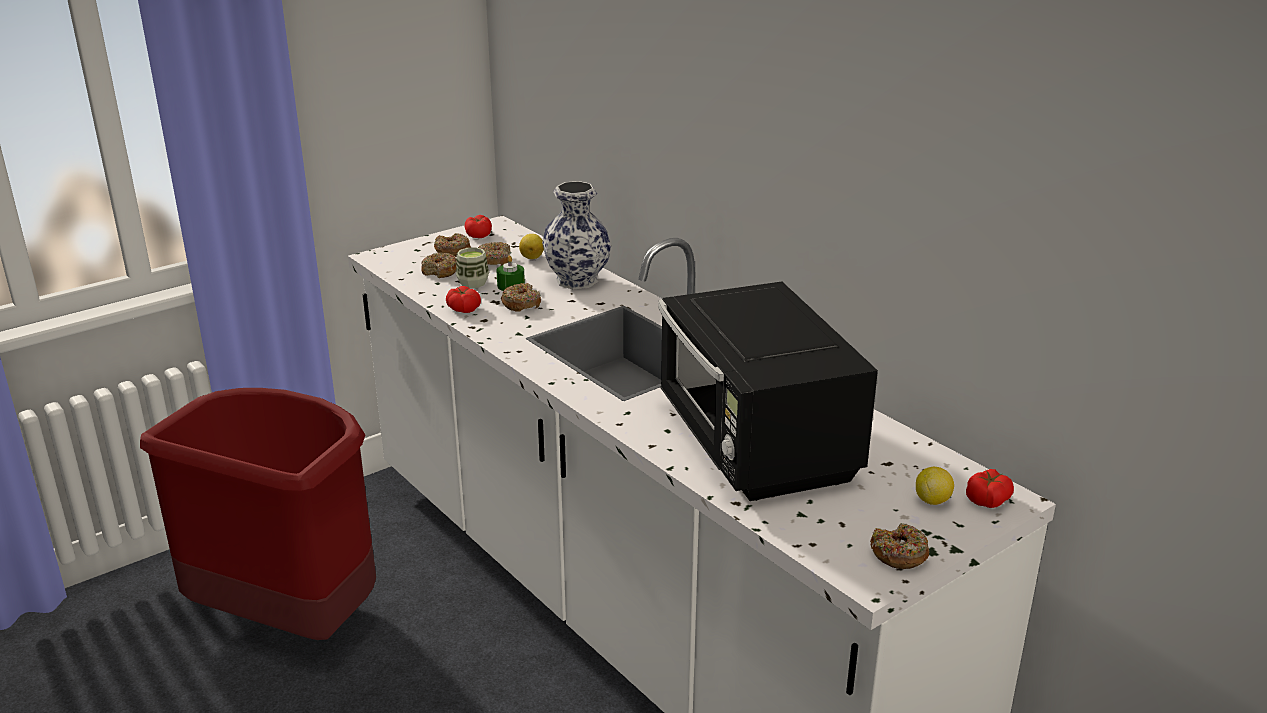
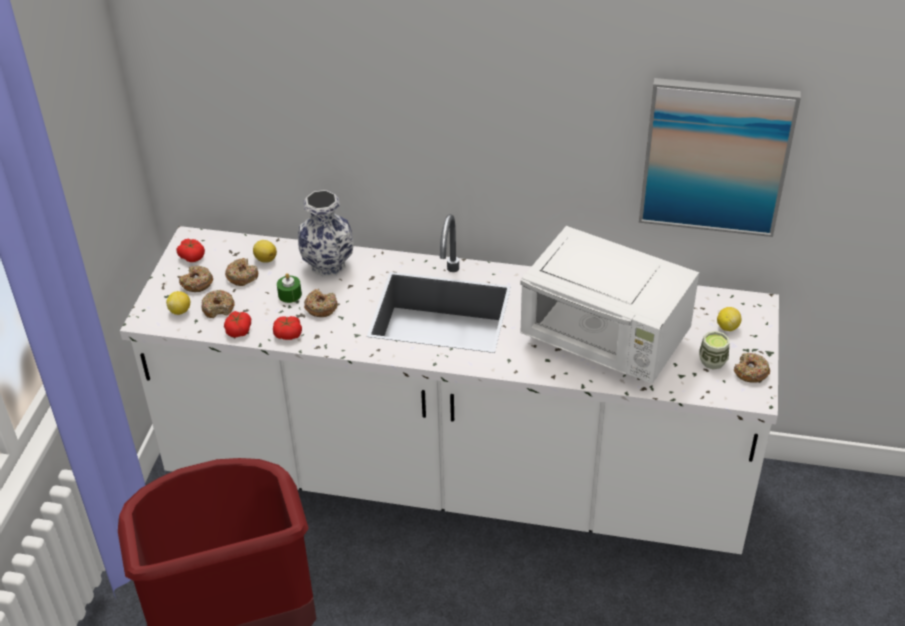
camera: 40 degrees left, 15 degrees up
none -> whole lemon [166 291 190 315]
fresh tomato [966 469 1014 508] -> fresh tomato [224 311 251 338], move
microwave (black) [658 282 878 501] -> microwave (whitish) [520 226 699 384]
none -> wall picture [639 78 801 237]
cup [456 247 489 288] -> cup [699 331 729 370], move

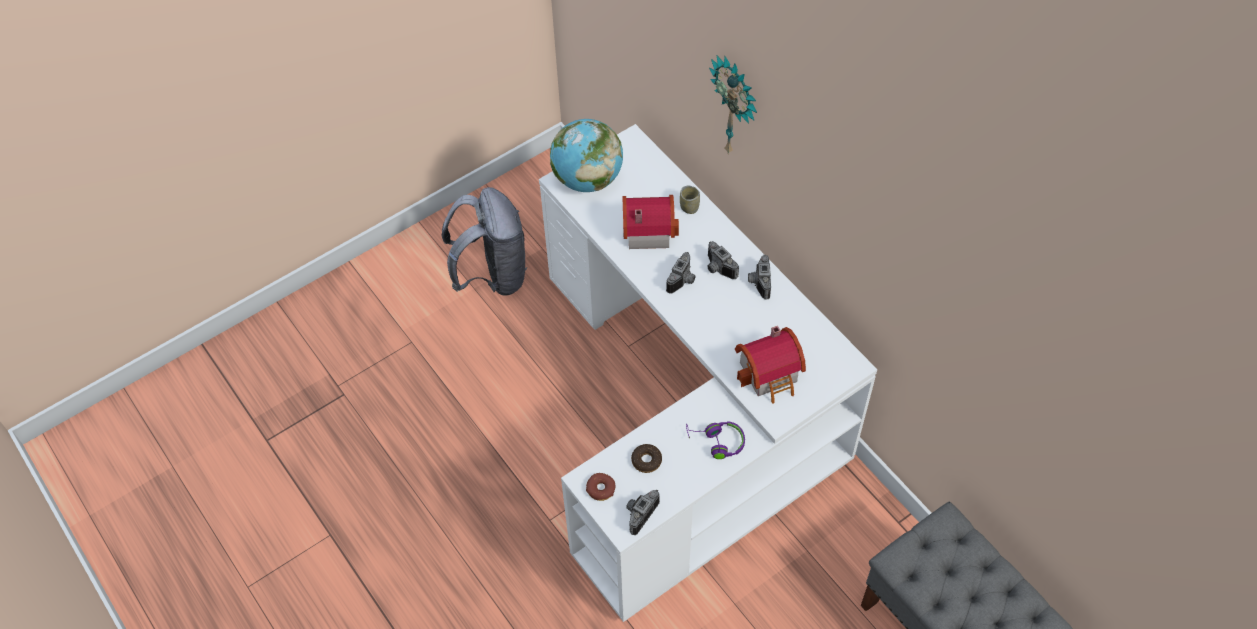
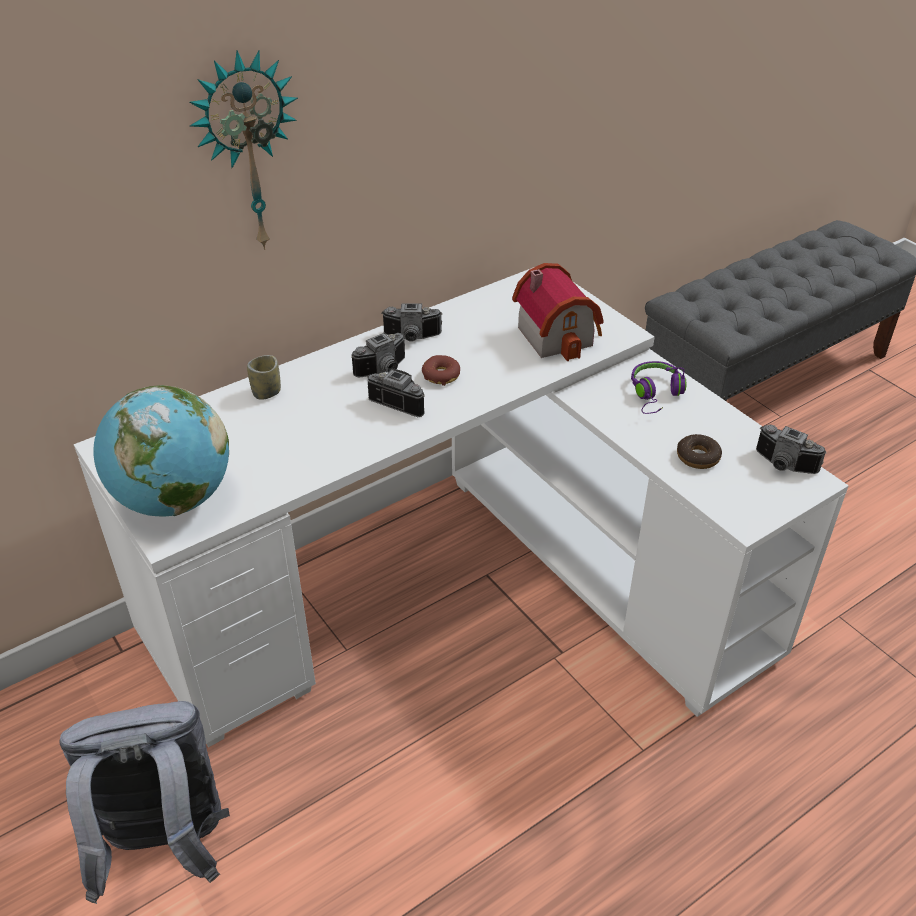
camera: 90 degrees left, 15 degrees down
donut [586 473 615 501] -> donut [422 355 460 386], move
model house [622 195 679 249] -> none

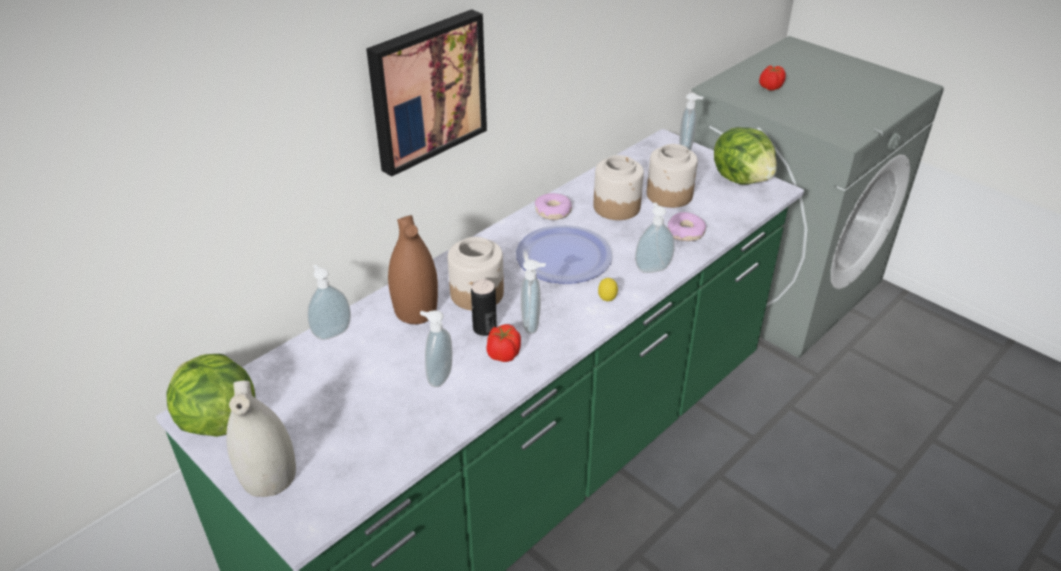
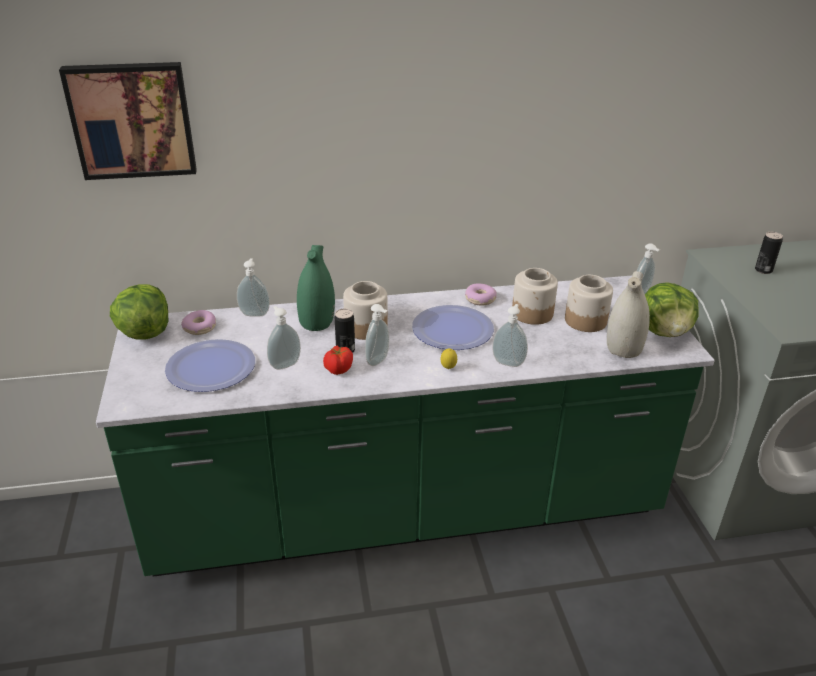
camera: 35 degrees right, 5 degrees down
wall picture [366 9 487 177] -> wall picture [59 62 197 180], move
none -> plate [165 339 255 392]
donut [668 212 706 241] -> donut [181 310 216 335], move
vase (brownish) [388 215 438 324] -> vase (greenish) [297 245 335 331]
vase (whitish) [226 381 296 497] -> vase (whitish) [607 271 650 358], move
fresh tomato [759 65 786 91] -> metal can [755 232 783 274]

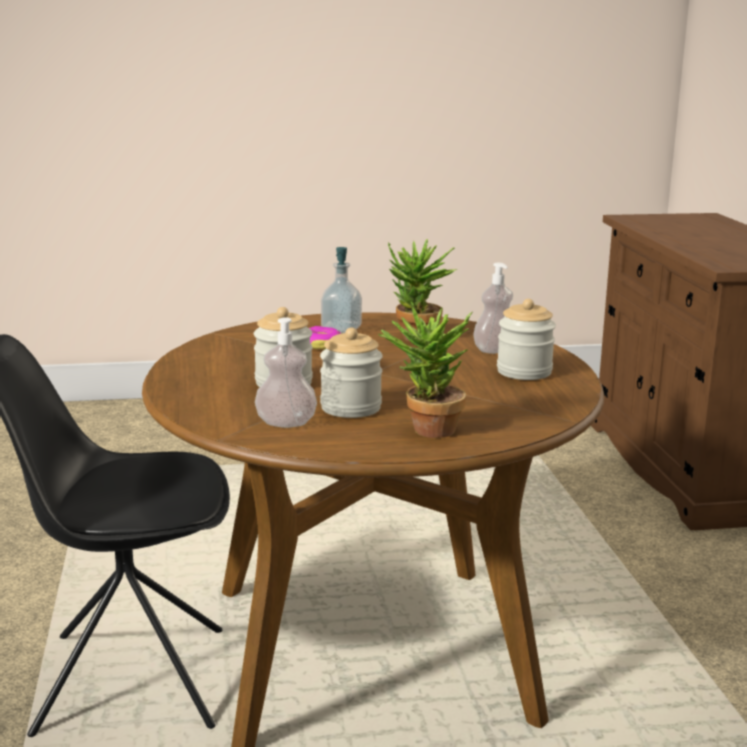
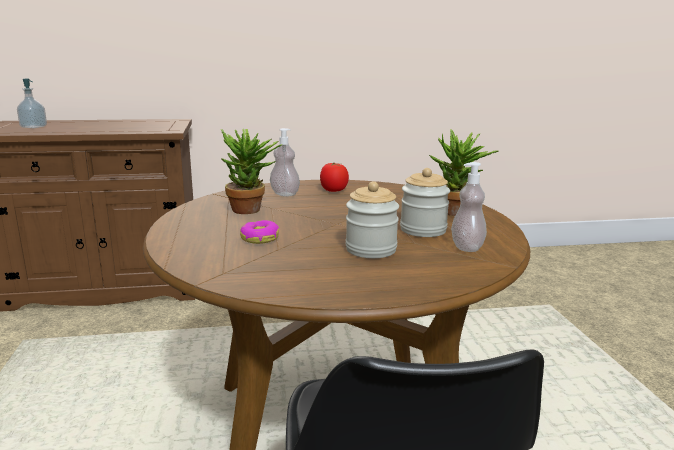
camera: 90 degrees left, 0 degrees up
liquid soap bottle [321 247 362 334] -> liquid soap bottle [17 79 47 128], move
jar [497 299 556 380] -> fresh tomato [320 163 349 192]

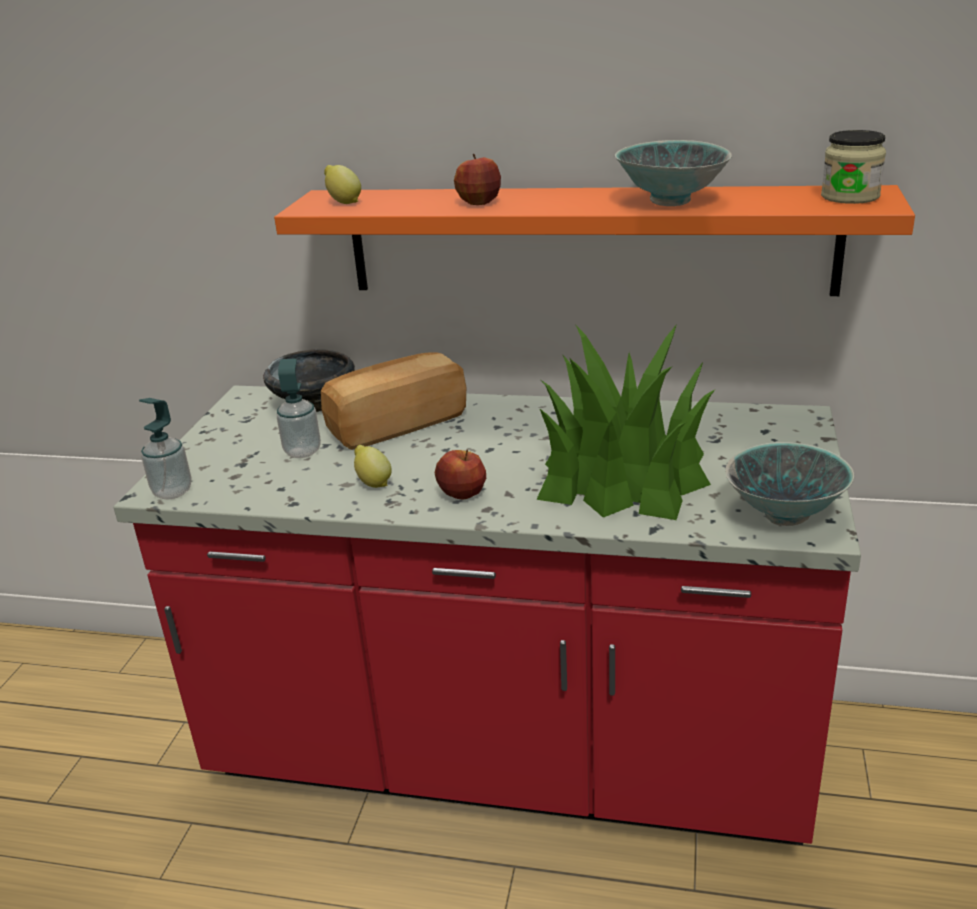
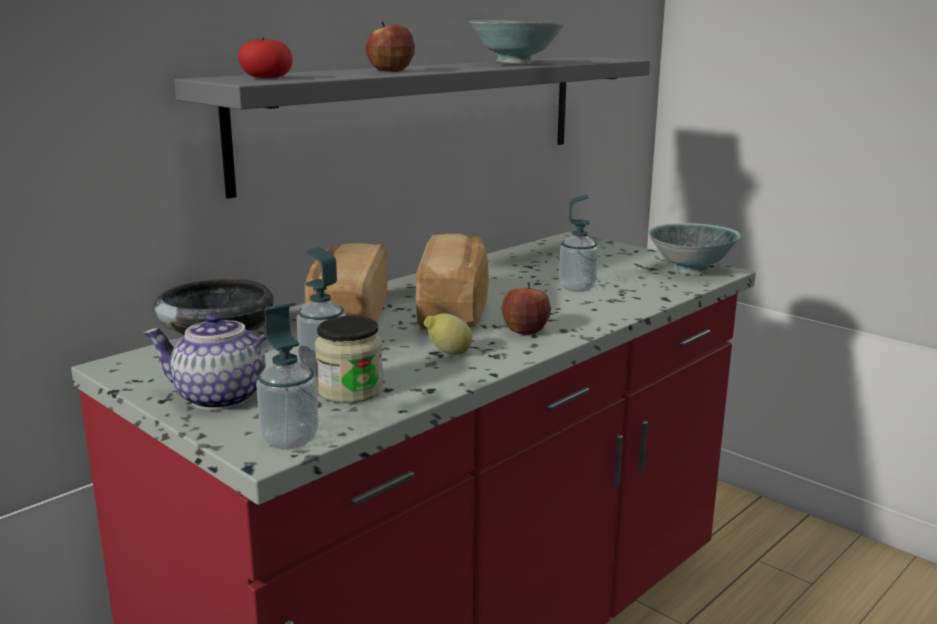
camera: 60 degrees left, 10 degrees down
none -> teapot [143 312 267 410]
shelf (orange-coloured) [274 185 915 296] -> shelf (gray) [174 57 650 199]
whole lemon [324 165 361 204] -> fresh tomato [238 38 293 78]
jar [821 130 886 204] -> jar [315 316 383 403], move
none -> bread [416 234 489 329]
plant in a pot [536 324 715 520] -> liquid soap bottle [559 194 598 292]

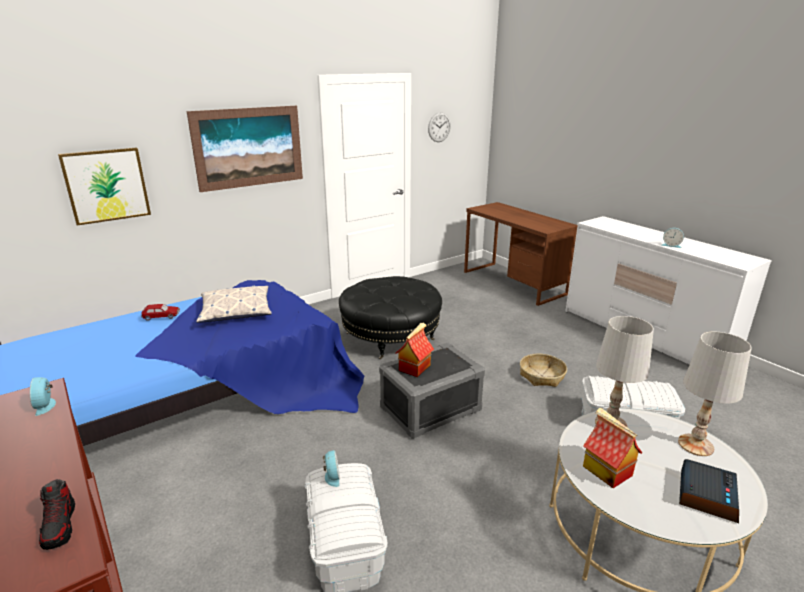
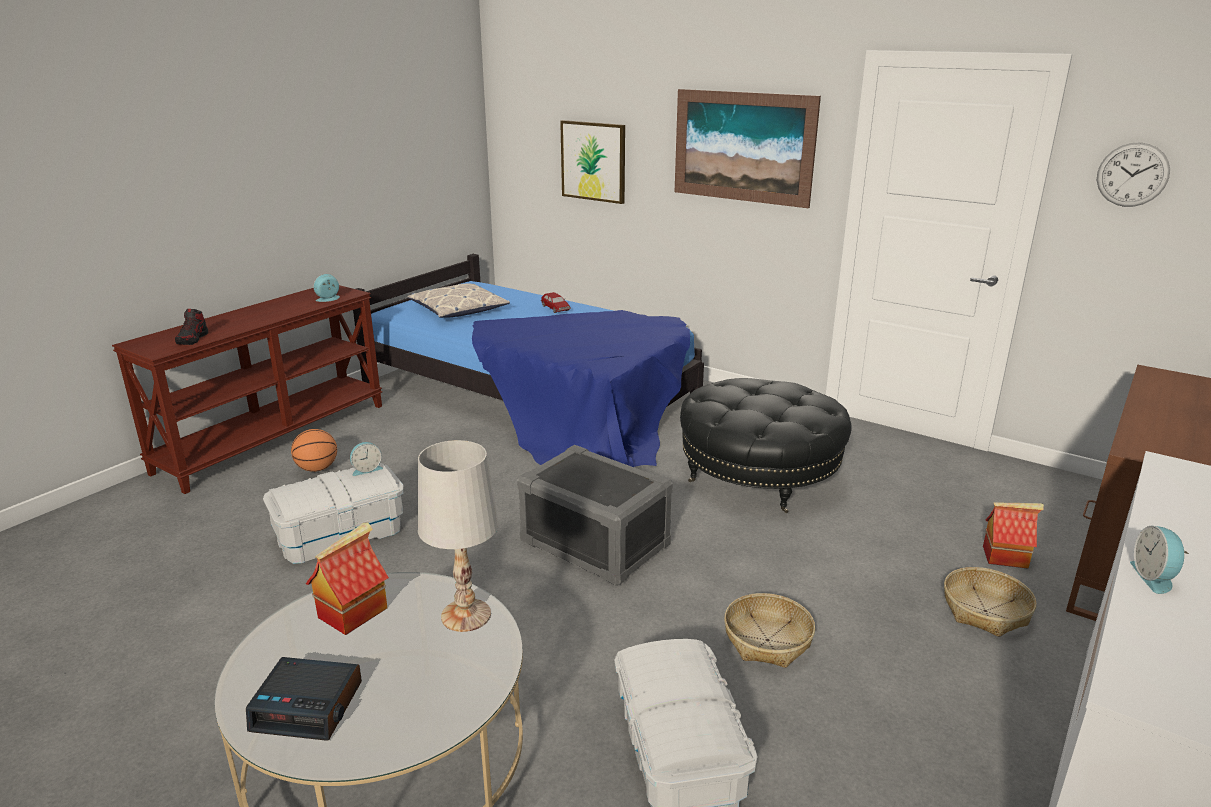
camera: 70 degrees right, 0 degrees up
item of footwear [39 479 75 550] -> item of footwear [175 309 208 345], 45 degrees counterclockwise
none -> basketball ball [291 429 337 472]
cushion [196 286 272 323] -> cushion [408 283 510 318], move
none -> basket [944 567 1037 637]
model house [396 322 434 377] -> model house [983 502 1044 569], move
lamp for a table (whitish) [678 332 752 456] -> none

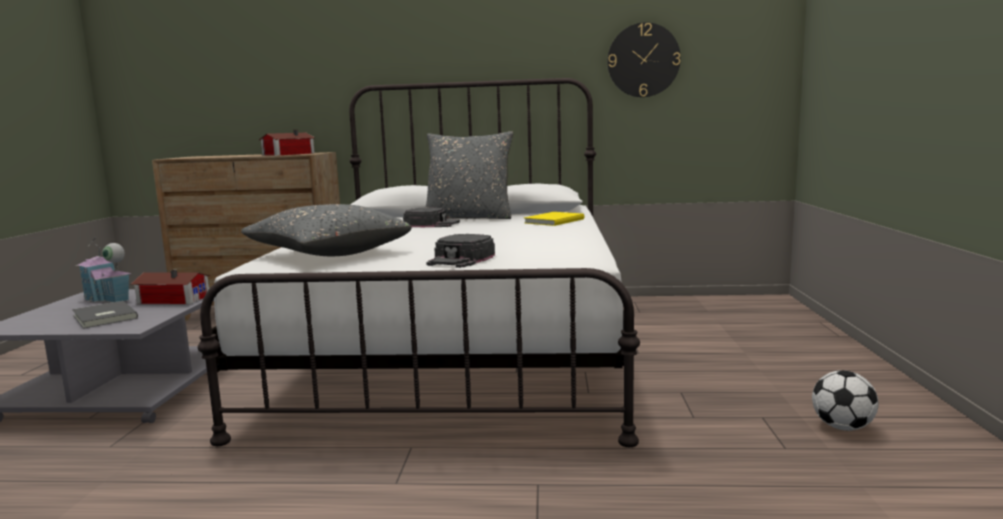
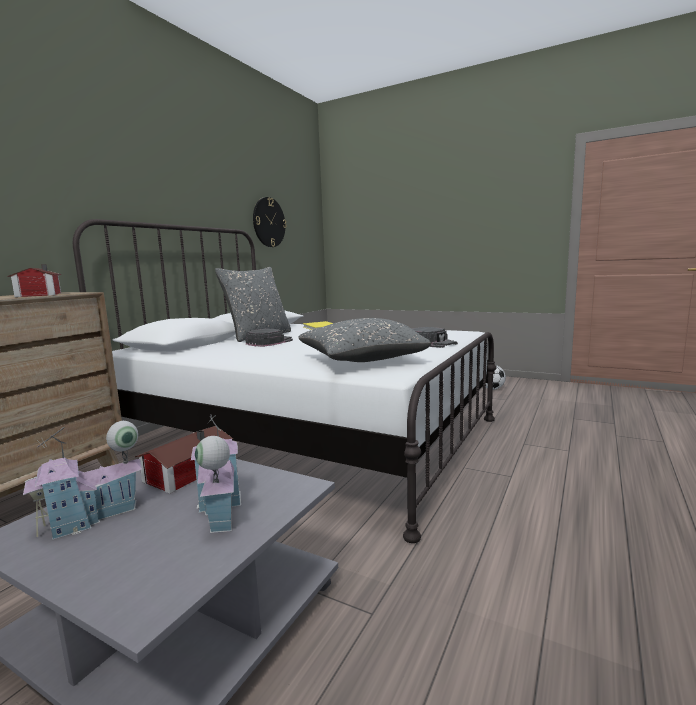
camera: 65 degrees left, 0 degrees up
volume (gray) [72 301 138 329] -> model house [191 415 241 533]

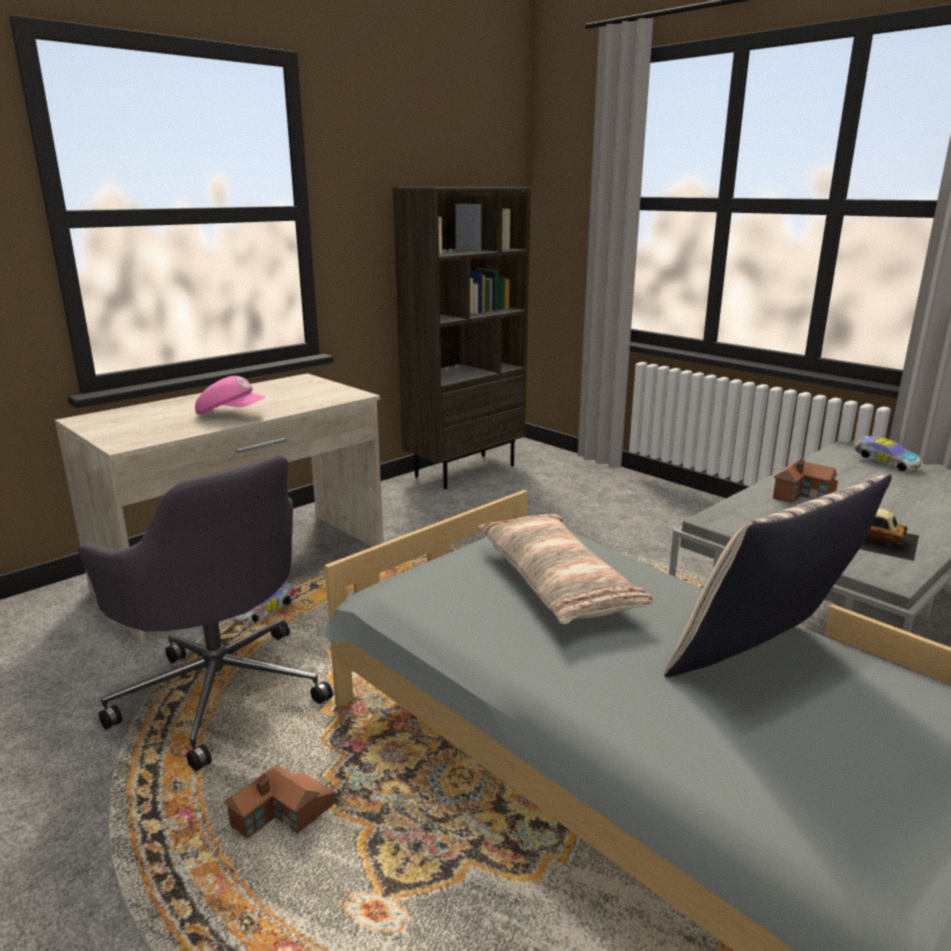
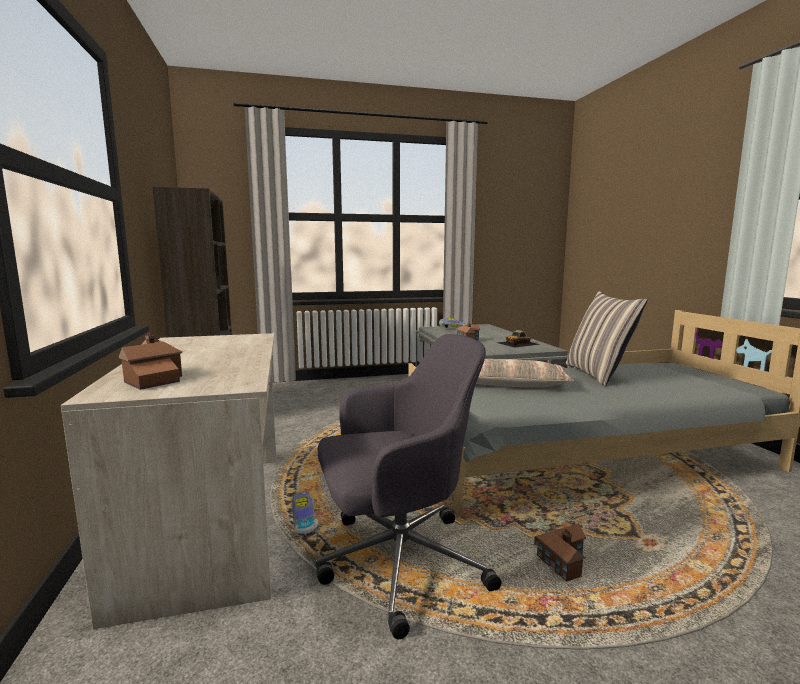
camera: 60 degrees left, 10 degrees down
none -> model house [119 333 182 390]
baseball cap (pinkish) [195 376 266 414] -> none

